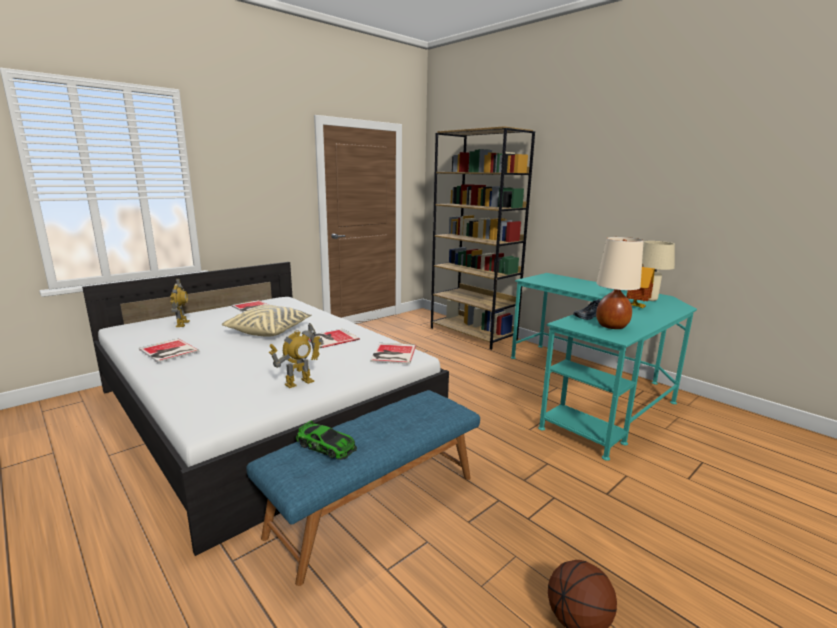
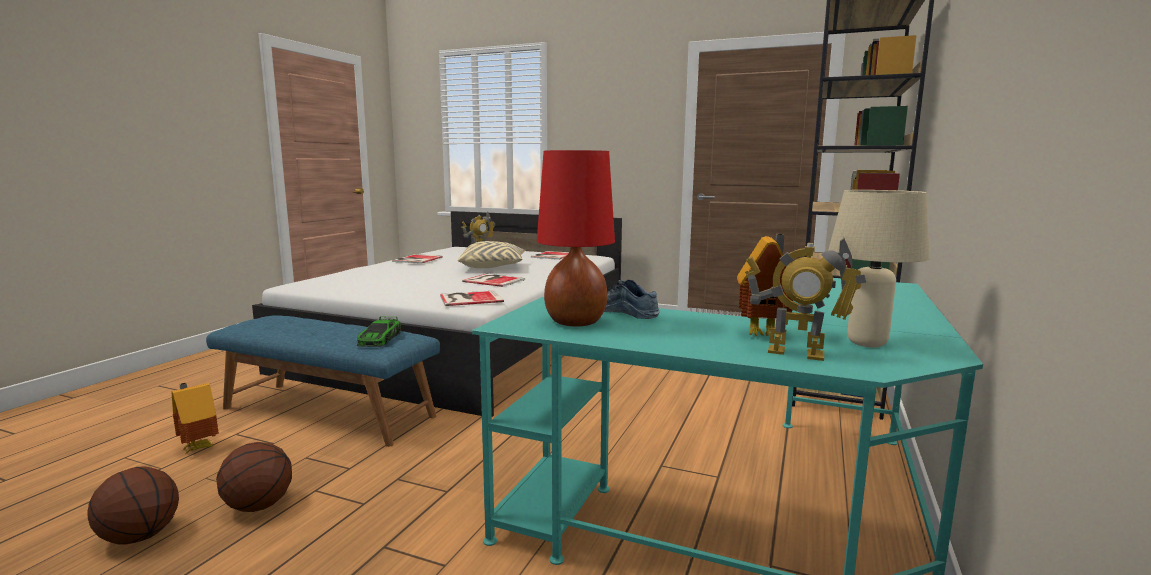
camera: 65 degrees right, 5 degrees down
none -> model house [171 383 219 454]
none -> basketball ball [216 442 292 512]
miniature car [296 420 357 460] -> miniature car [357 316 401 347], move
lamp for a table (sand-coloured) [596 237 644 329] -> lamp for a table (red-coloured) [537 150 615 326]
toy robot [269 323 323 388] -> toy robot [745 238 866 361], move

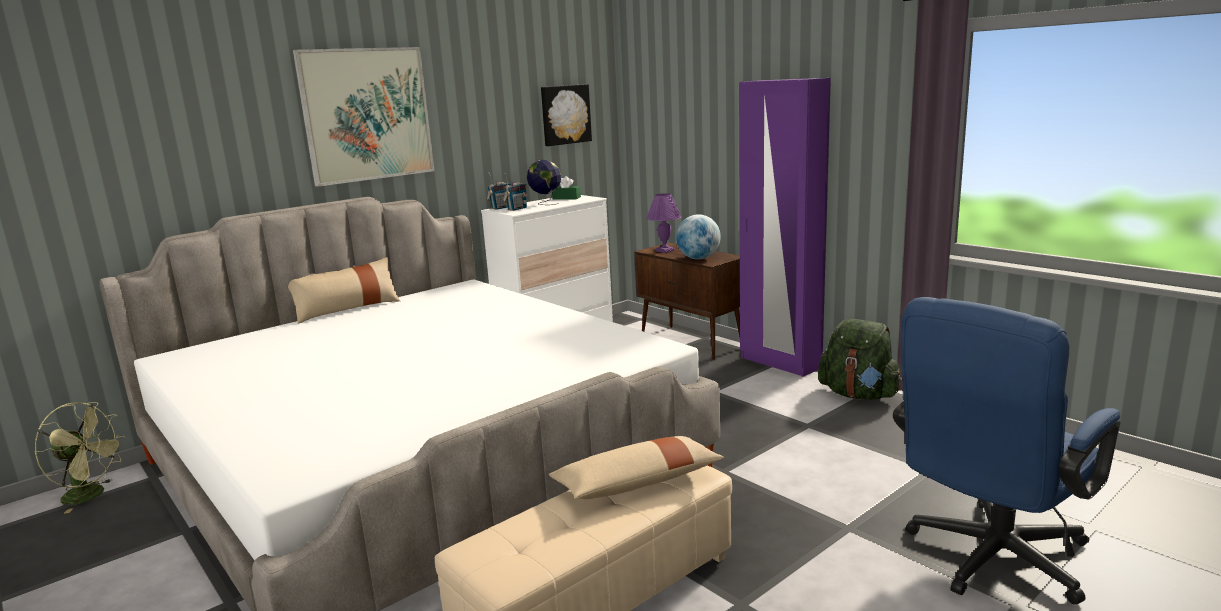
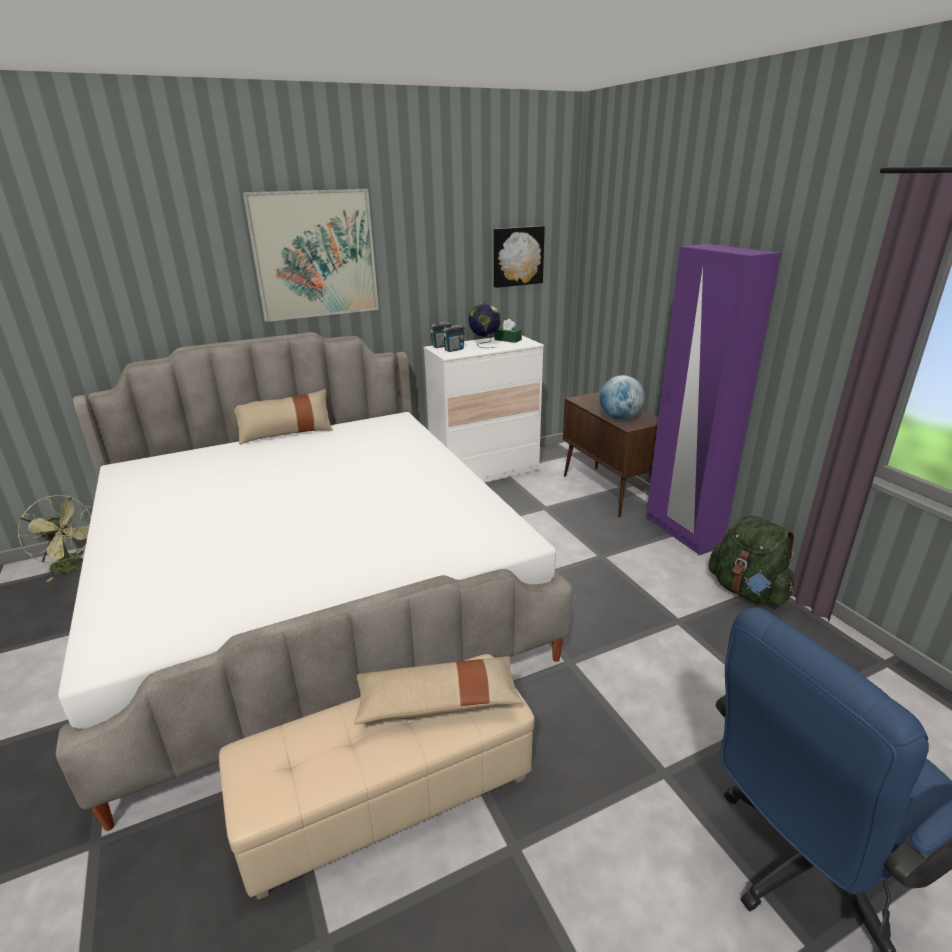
camera: 15 degrees right, 10 degrees up
lamp for a table (purplish) [647 193 681 253] -> none

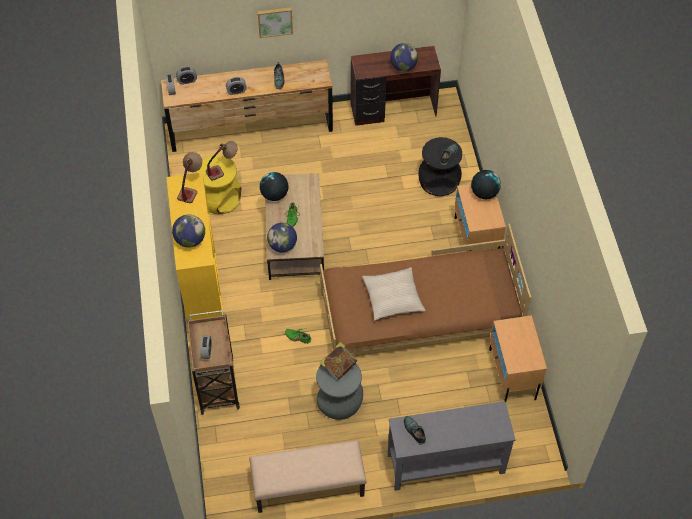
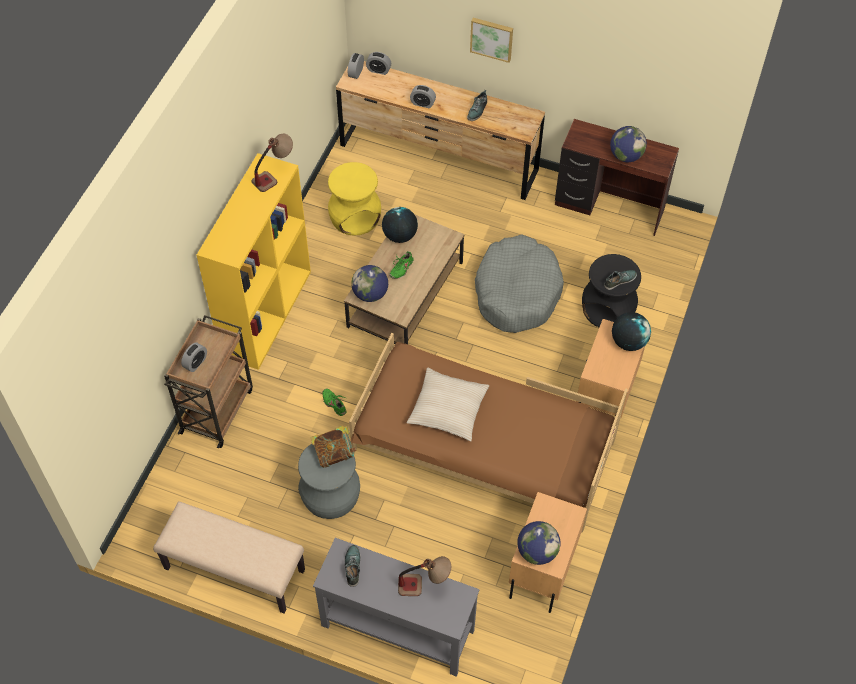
camera: 30 degrees right, 0 degrees up
lamp for a table [206 141 238 181] -> lamp for a table [398 556 451 596], move
none -> dog cushion (gray) [475 234 564 333]
globe [172 215 205 247] -> globe [517 521 560 565], move

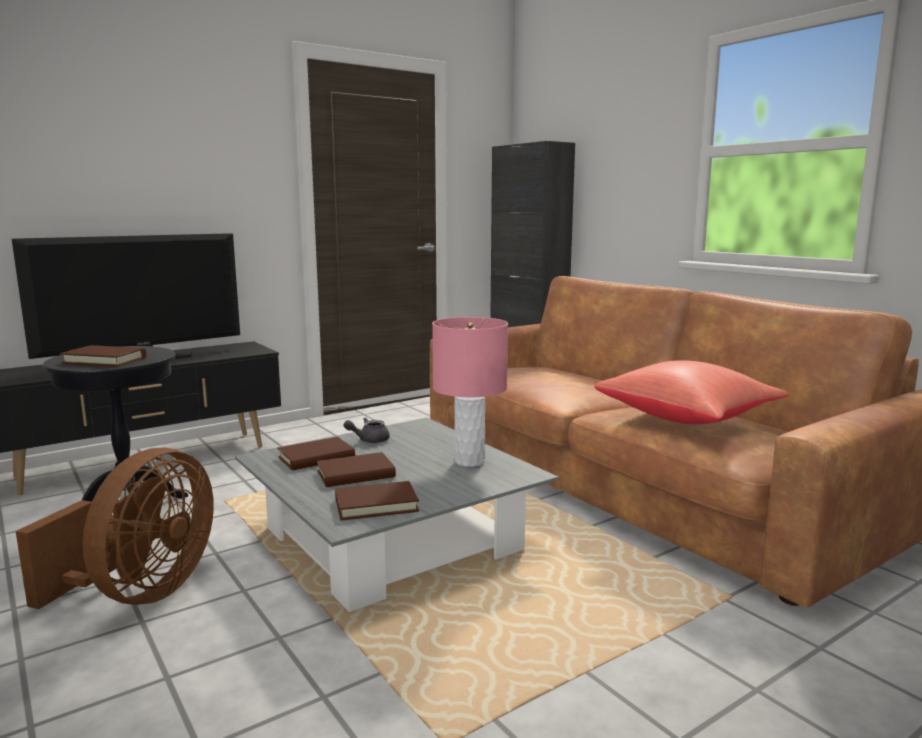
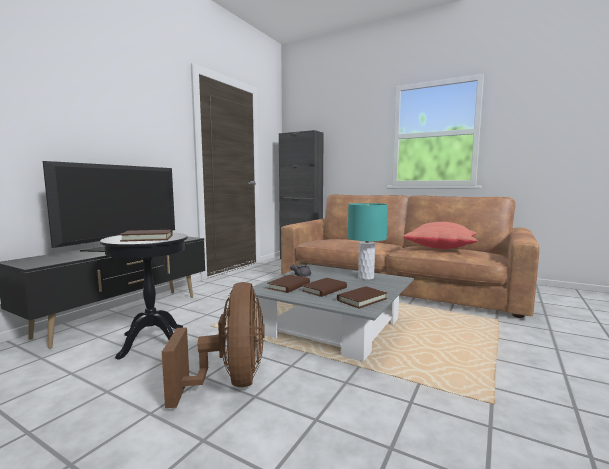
camera: 25 degrees left, 5 degrees down
lamp for a table (pinkish) [432 317 508 467] -> lamp for a table (turquoise-coloured) [348 203 388 280]

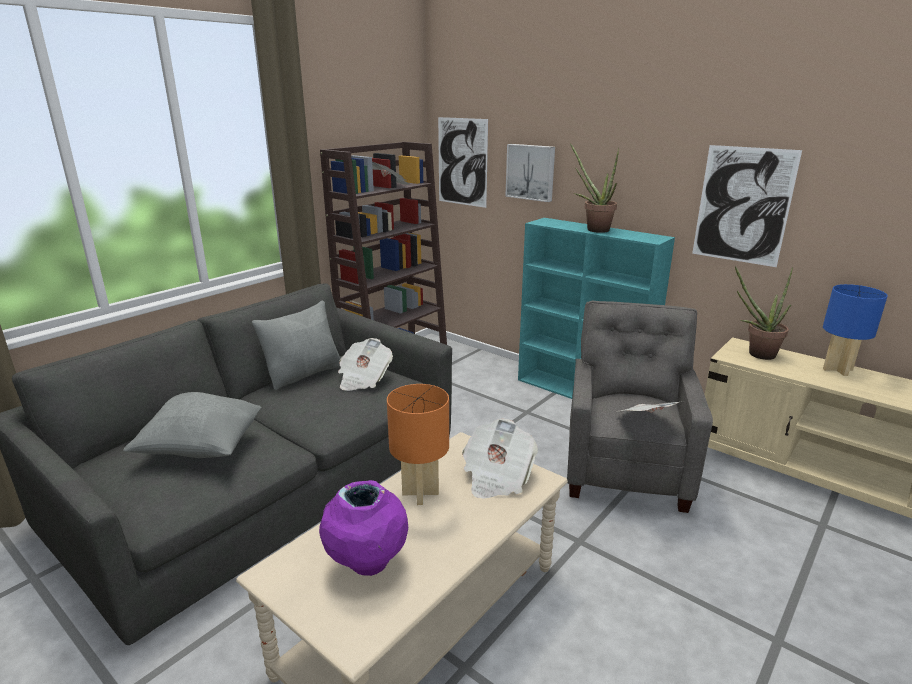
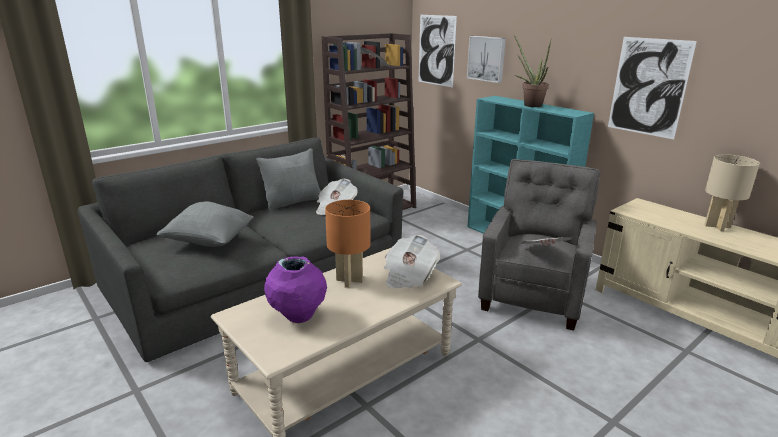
camera: 10 degrees right, 0 degrees up
lamp for a table (blue) [823 284 888 376] -> lamp for a table (sand-coloured) [704 154 760 232]
plant in a pot [735 266 793 360] -> none

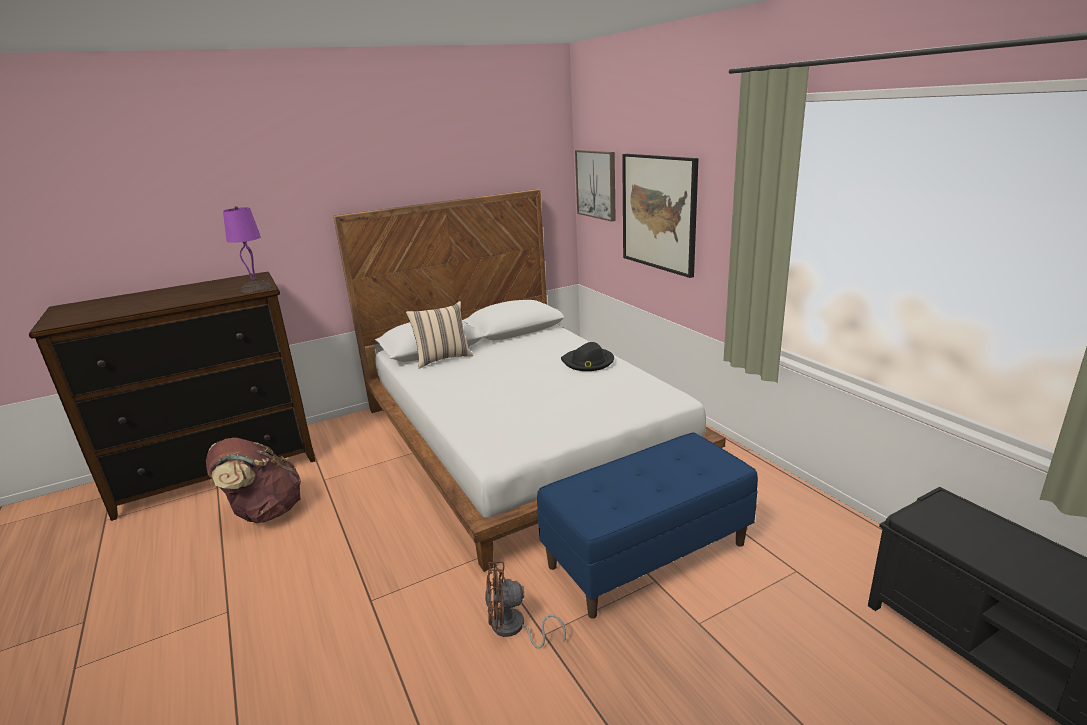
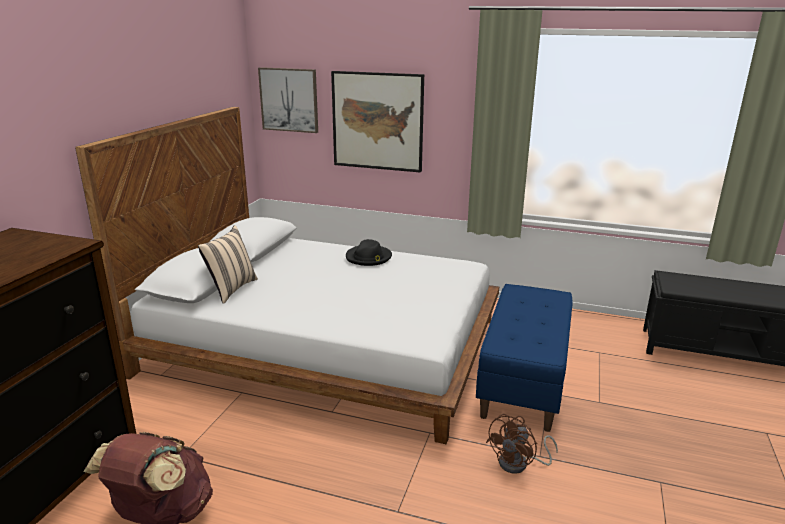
camera: 45 degrees left, 0 degrees up
lamp for a table (purplish) [223 206 272 293] -> none

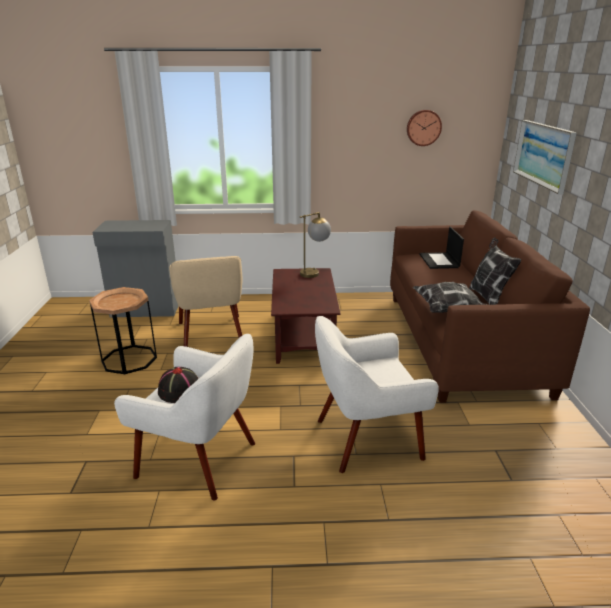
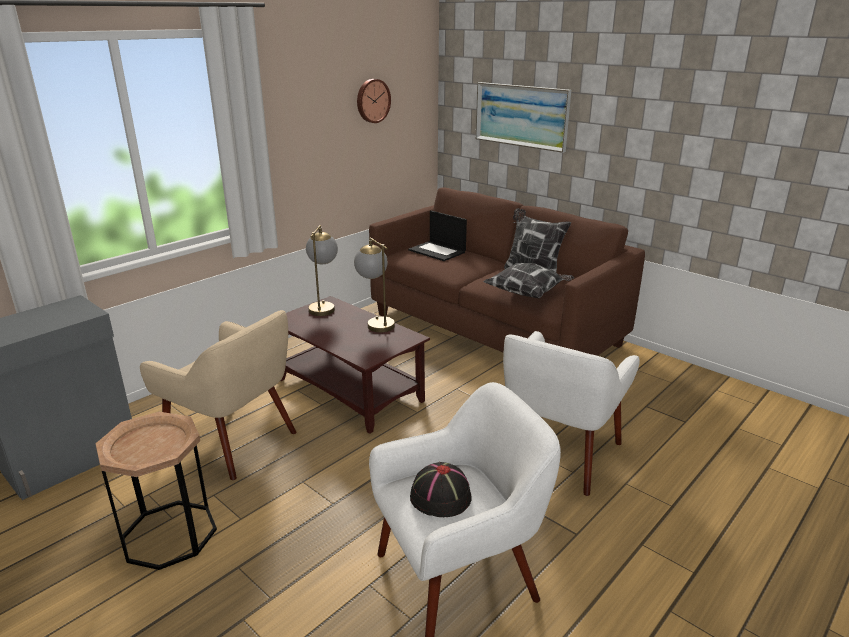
camera: 45 degrees left, 0 degrees up
none -> lamp for a table [354 237 395 332]

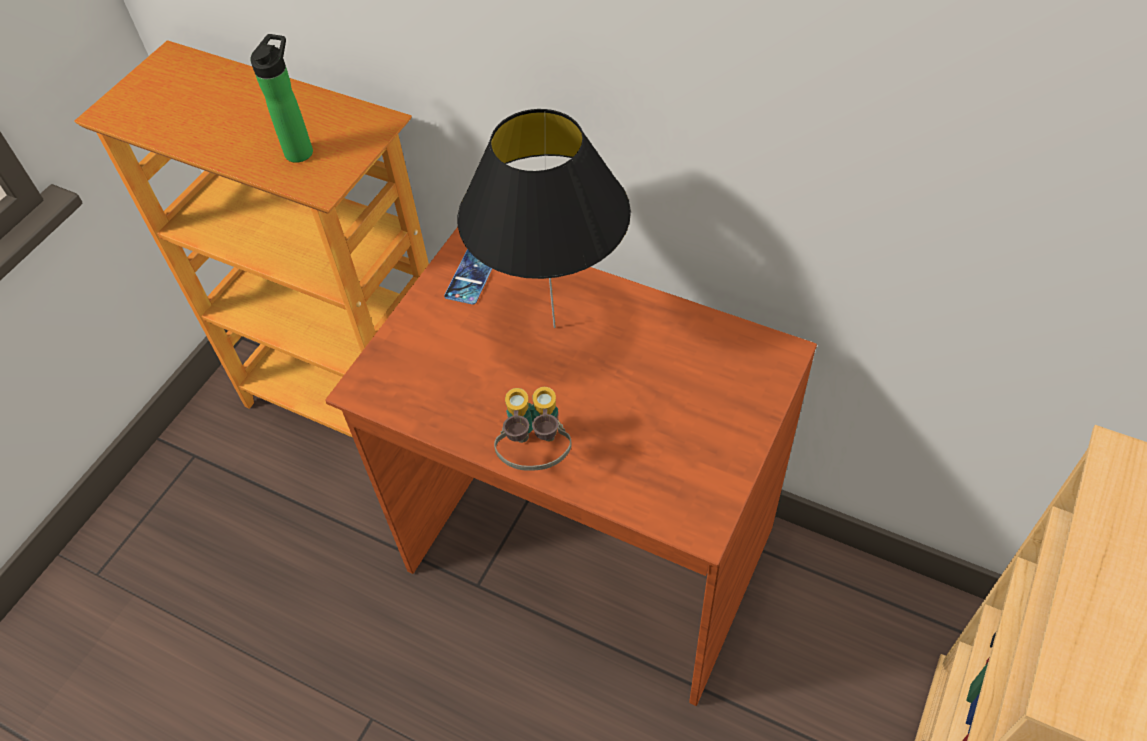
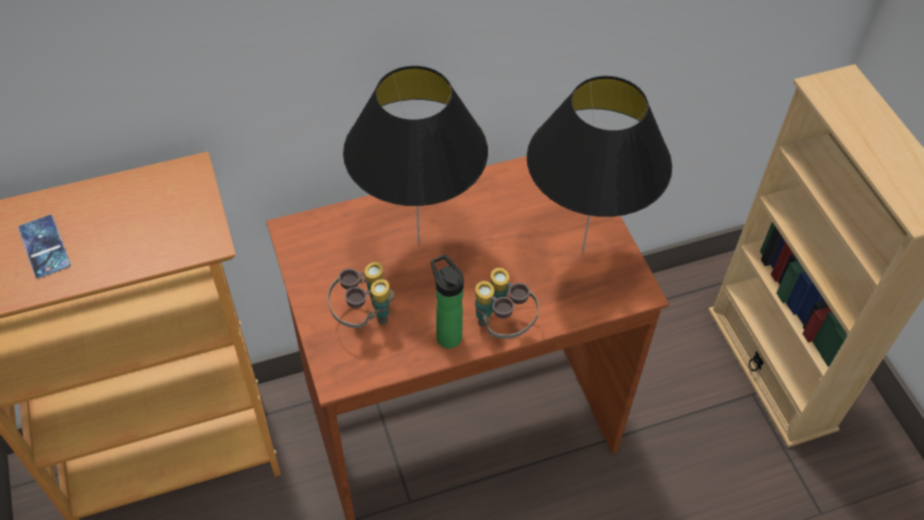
camera: 50 degrees left, 0 degrees up
handset [444 249 492 305] -> handset [18 215 71 278], move
none -> field glasses [328 262 395 328]
bottle [250 34 313 163] -> bottle [431 255 464 348], move
none -> lamp for a table (black) [527 76 672 252]

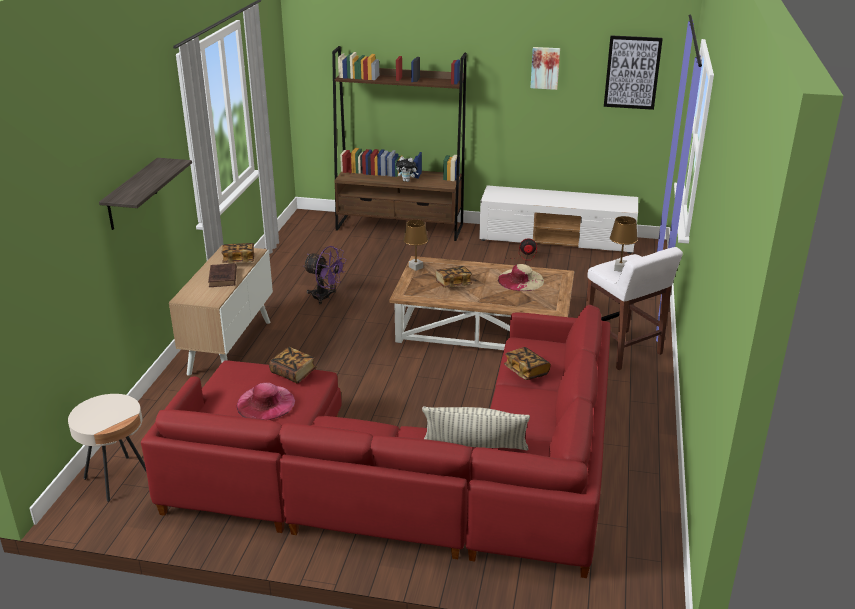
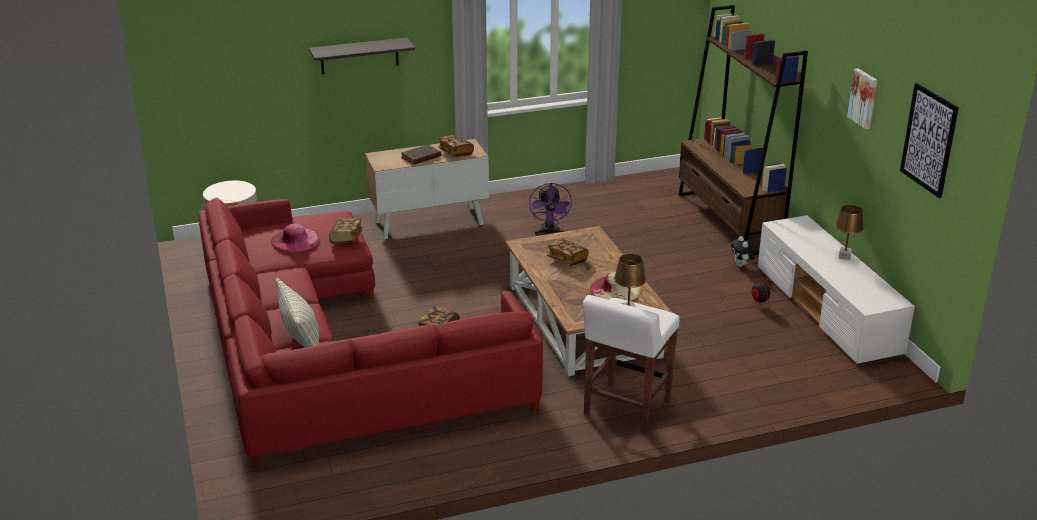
camera: 60 degrees right, 0 degrees up
plush toy [396 156 419 182] -> plush toy [731 236 755 267], move
lamp for a table (brownish) [403 220 428 271] -> lamp for a table (brownish) [835 205 864 260], move

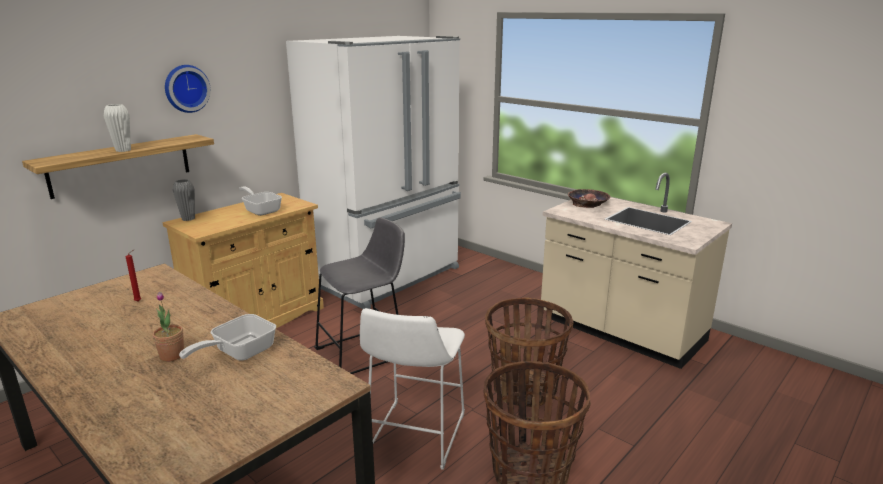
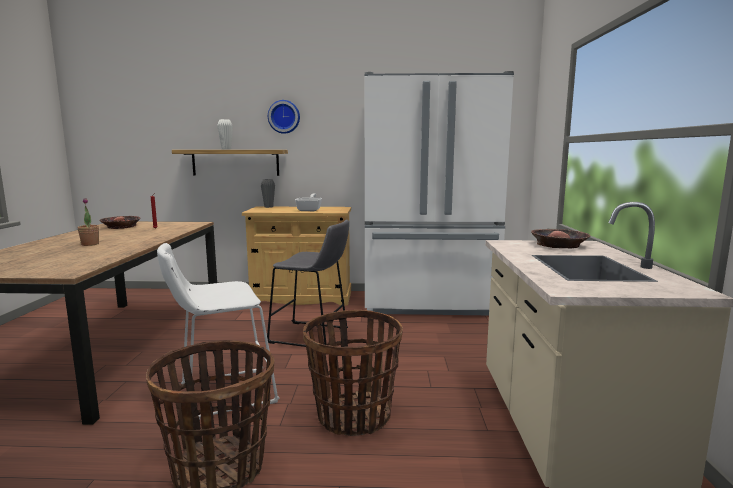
camera: 50 degrees right, 10 degrees down
none -> deep dish [99 216 140 229]
pan [179 314 276 361] -> none

